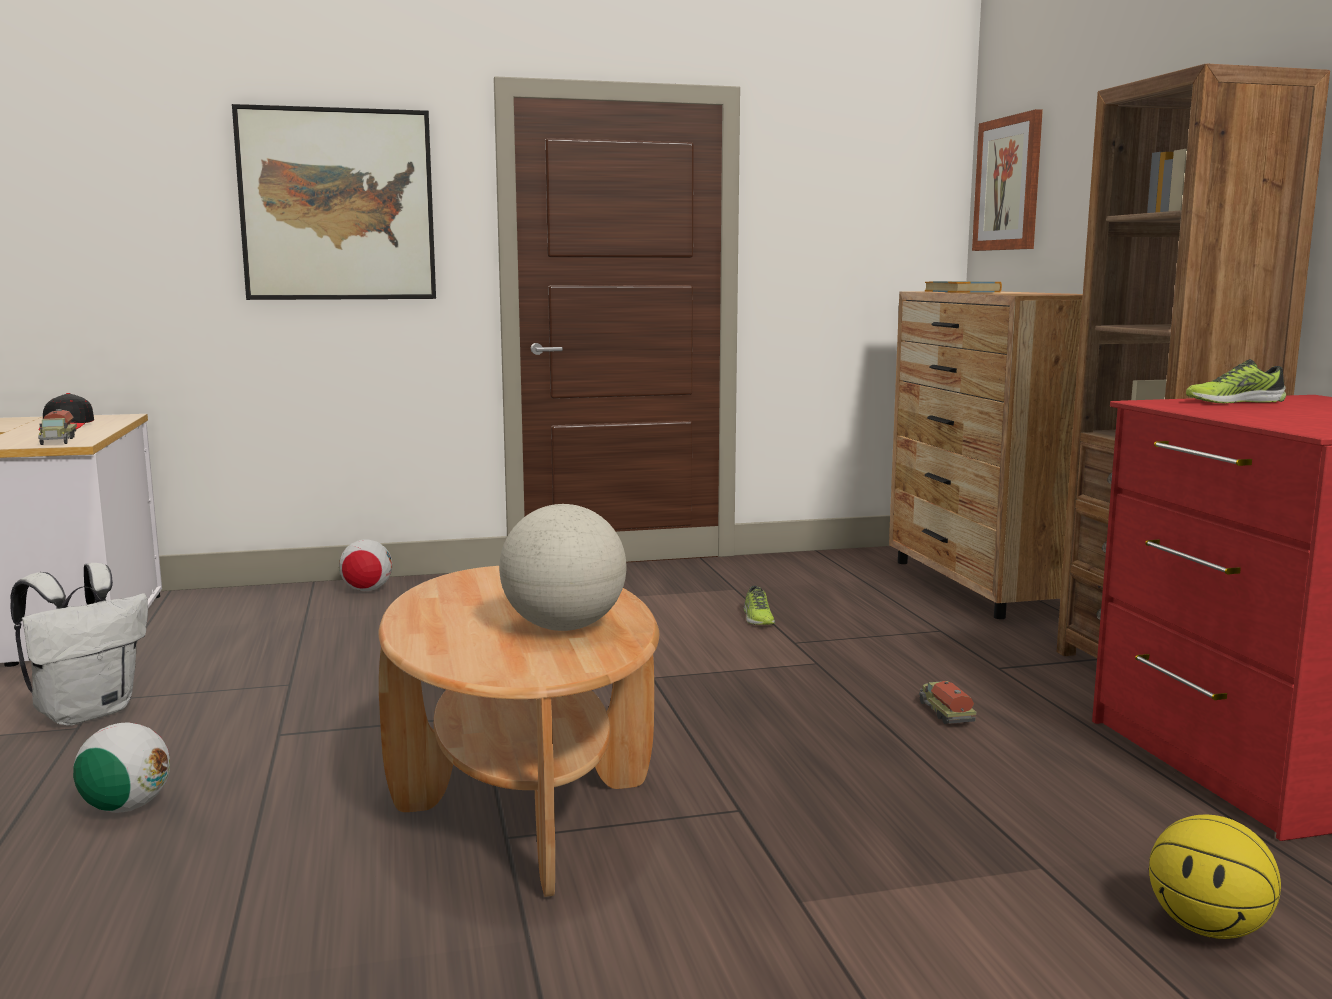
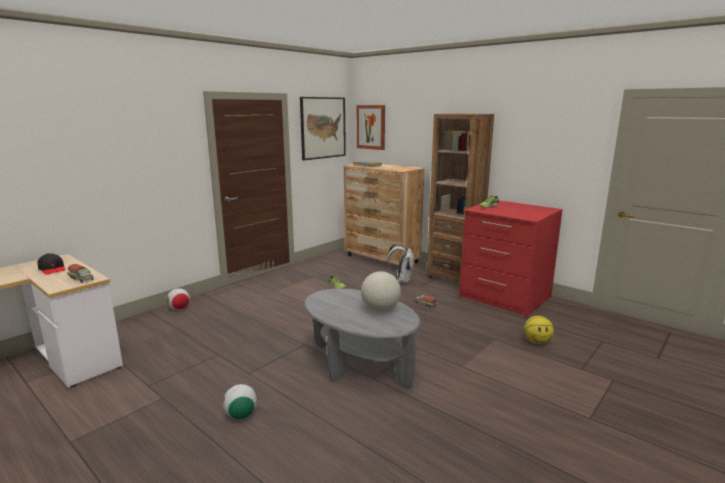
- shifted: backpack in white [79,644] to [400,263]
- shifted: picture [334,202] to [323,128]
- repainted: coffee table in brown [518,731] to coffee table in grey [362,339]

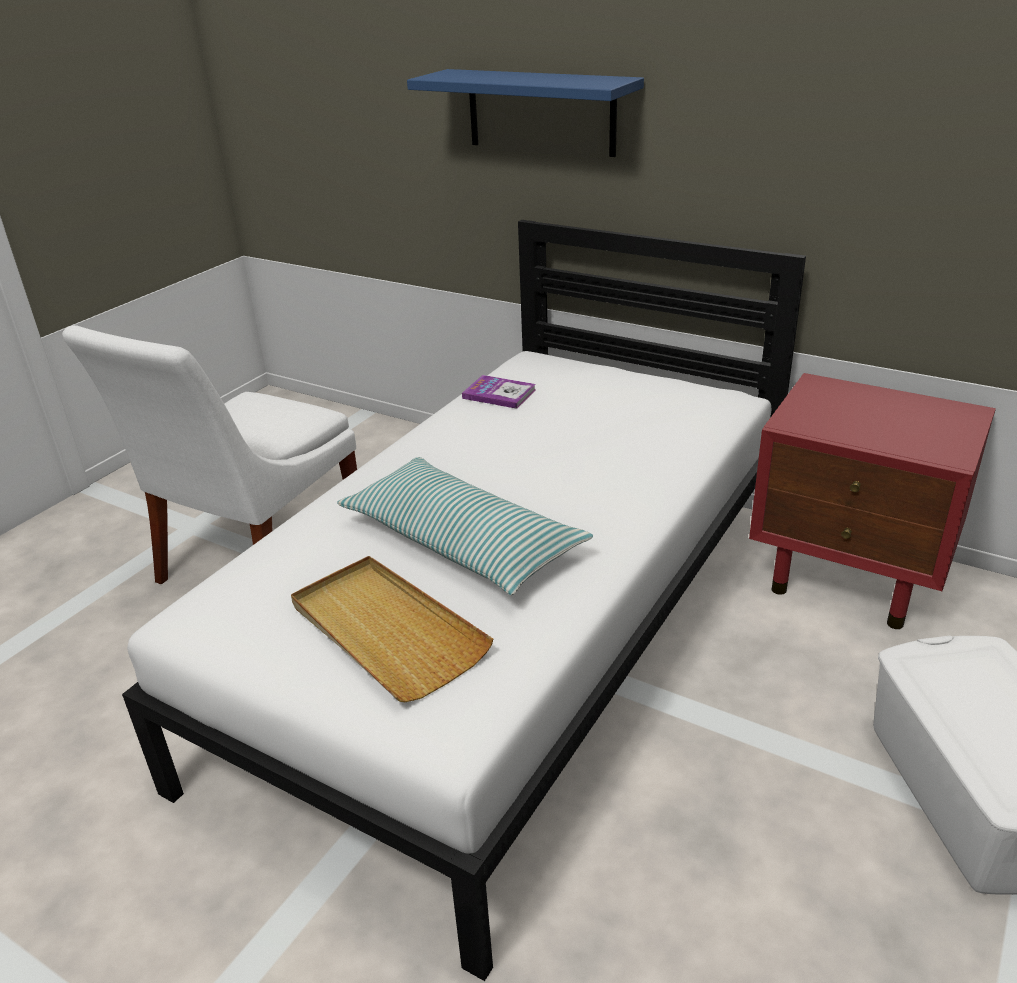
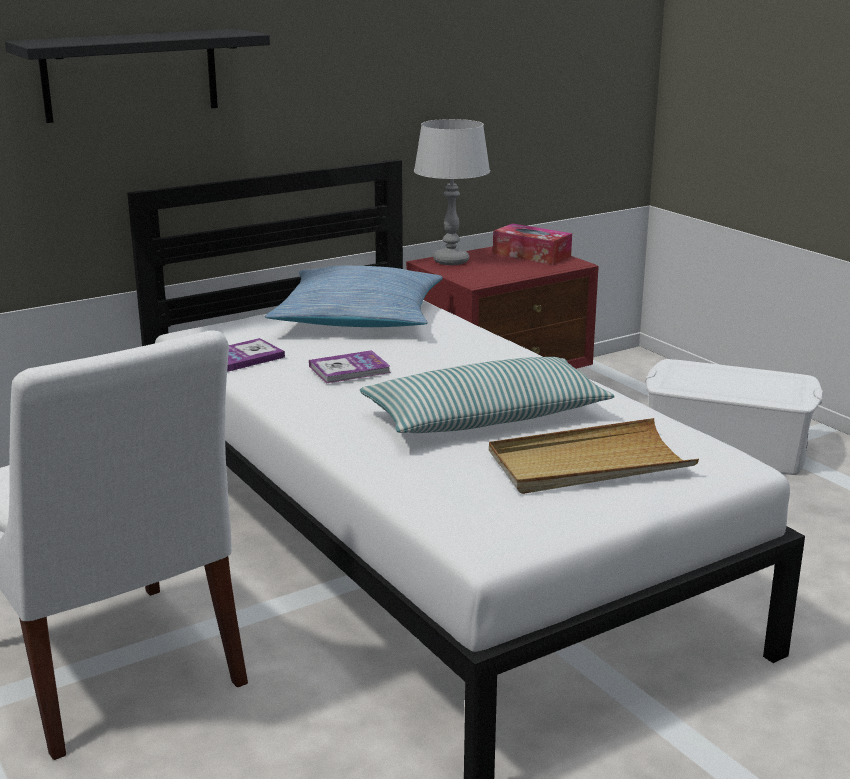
- new: pillow [354,296]
- new: book [349,367]
- new: table lamp in grey [452,192]
- new: tissue box [532,244]
- repainted: shelf in blue [525,113] to shelf in black [137,76]

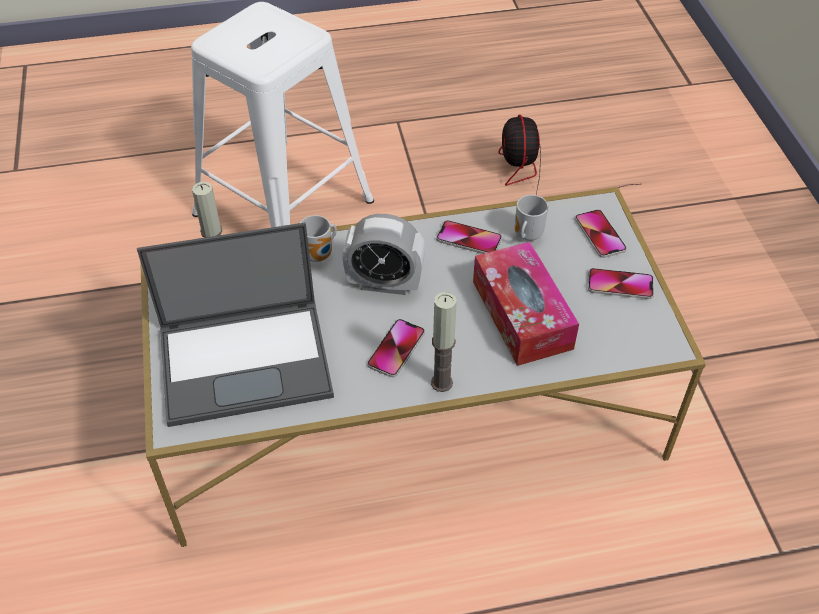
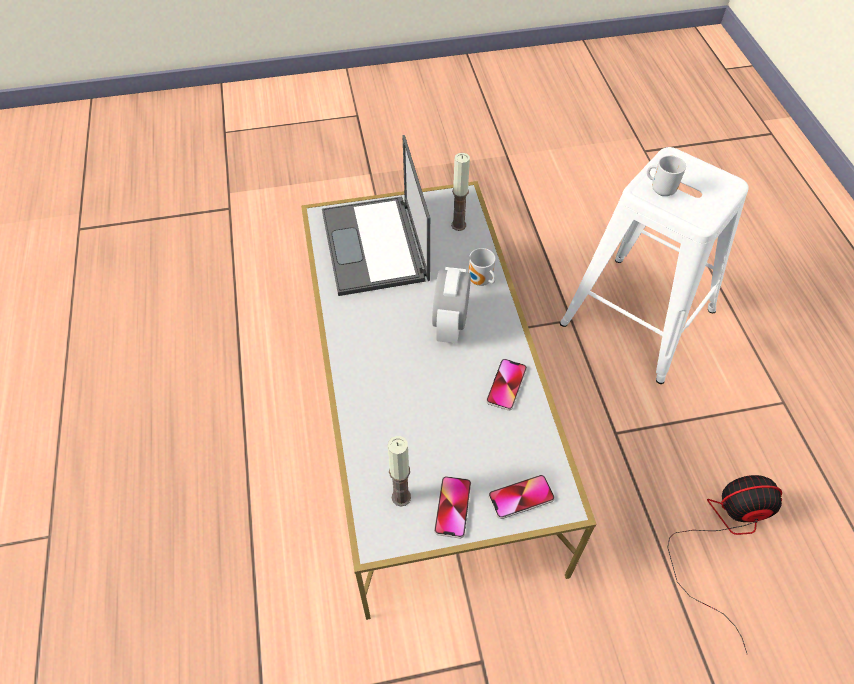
- gone: phone [396,348]
- gone: tissue box [526,304]
- shifted: candle [444,342] to [399,471]
- shifted: mug [531,218] to [666,175]

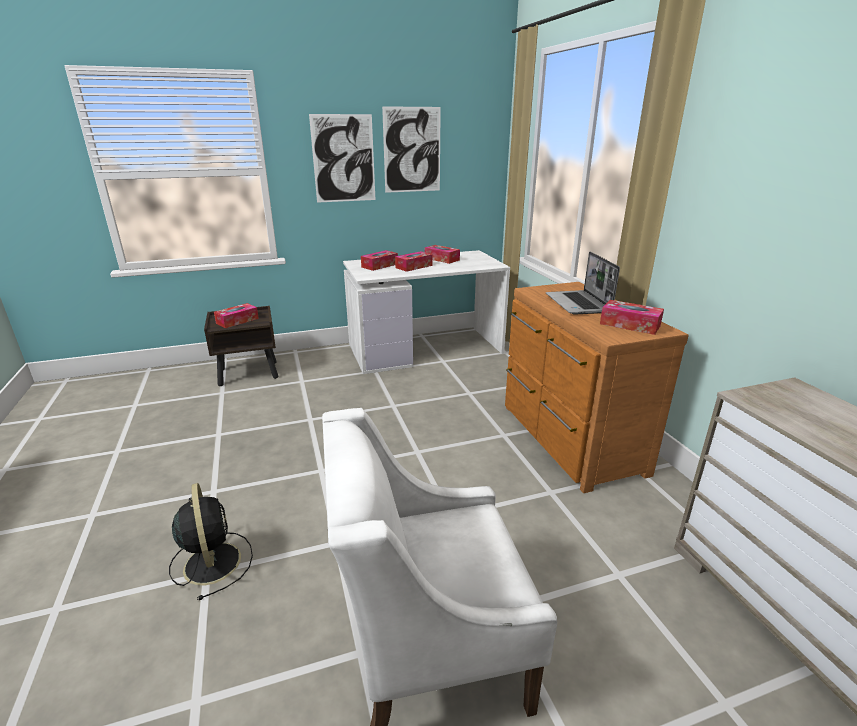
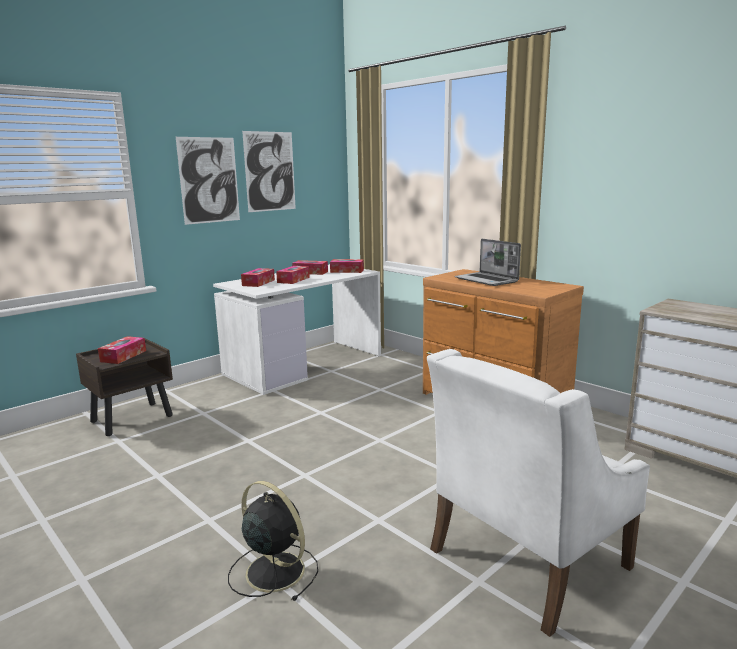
- shifted: tissue box [632,317] to [347,266]

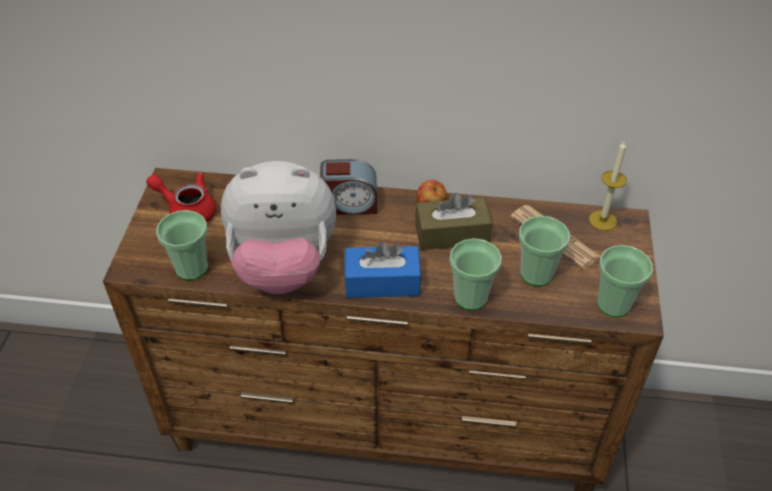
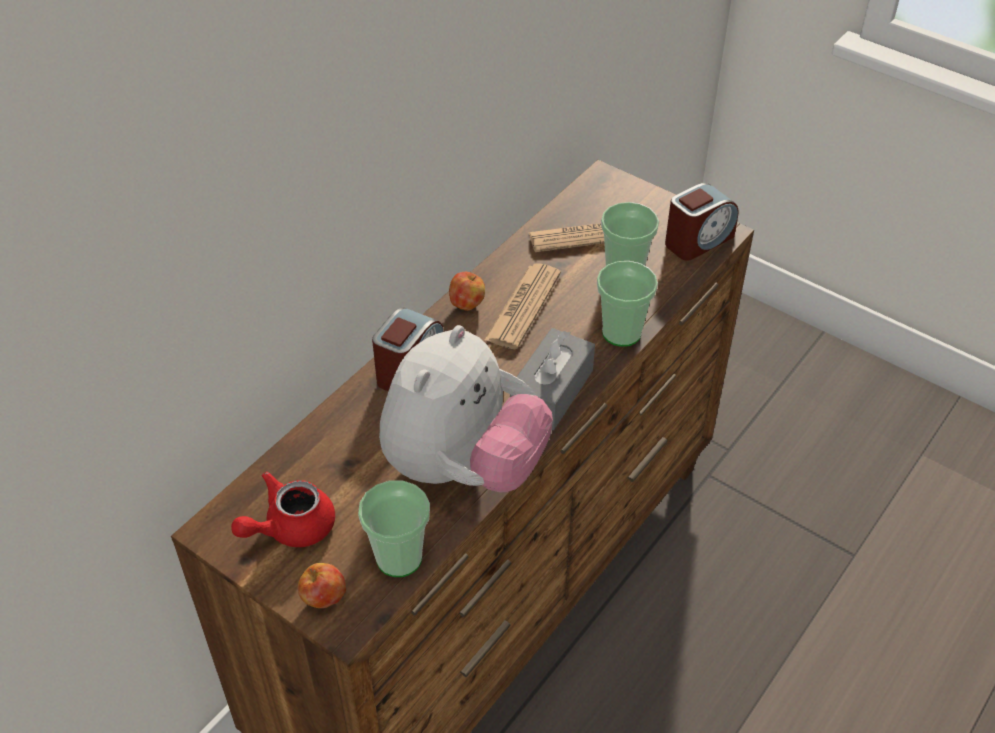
- gone: candle [608,185]
- new: apple [322,585]
- swapped: tissue box in brown [453,221] to newspaper [523,306]
- swapped: cup [625,281] to alarm clock [702,221]
- repainted: tissue box in blue [382,270] to tissue box in grey [552,379]

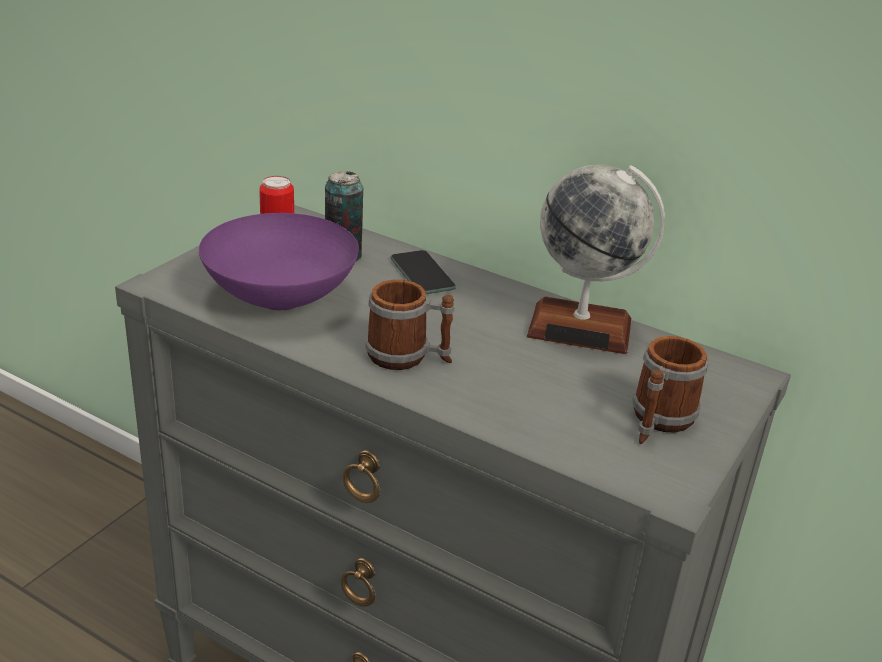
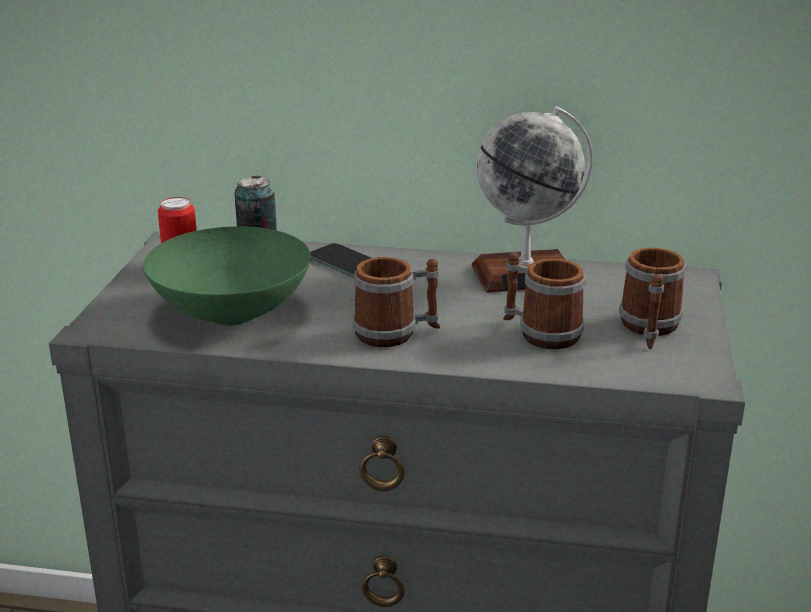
- new: mug [544,300]
- repainted: bowl in purple [279,261] to bowl in green [227,275]

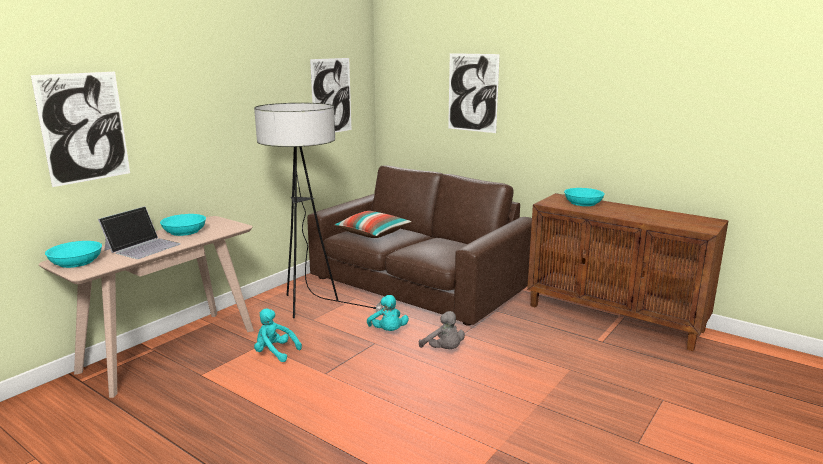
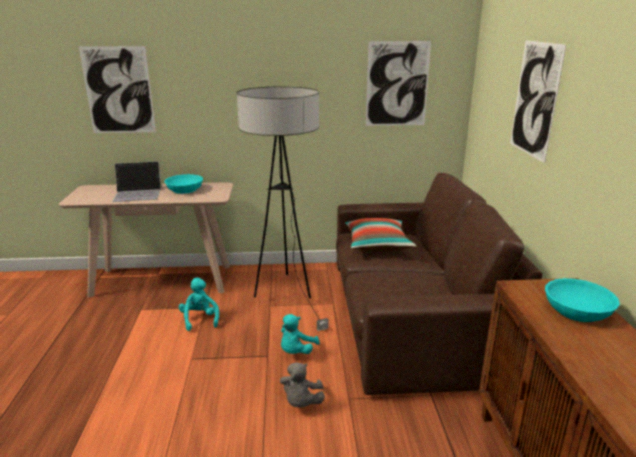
- gone: bowl in turquoise [73,254]

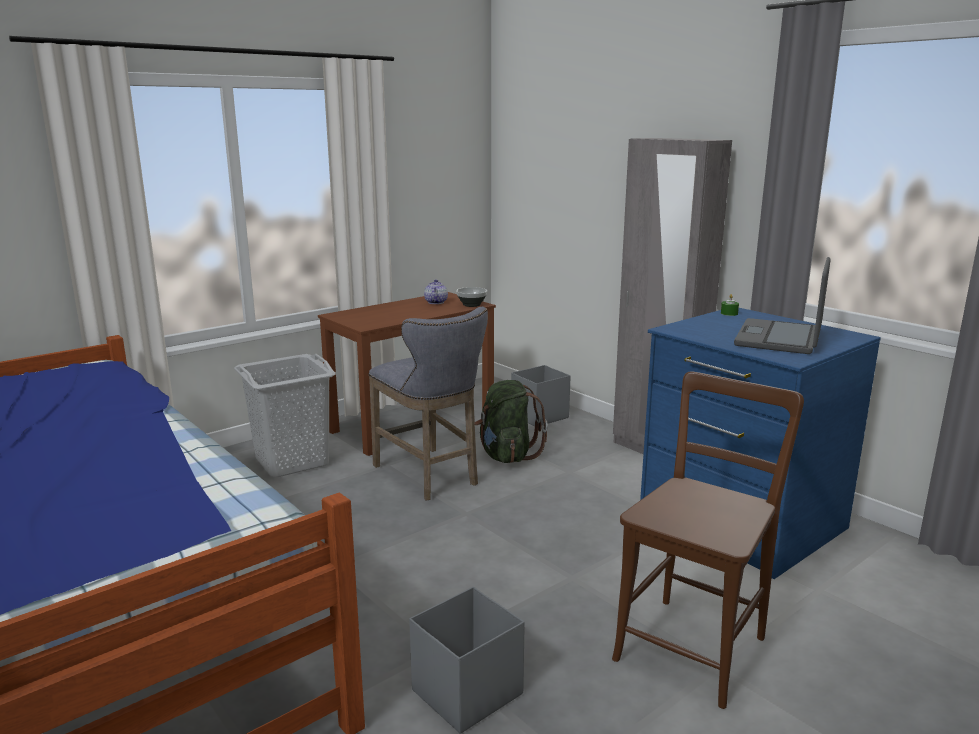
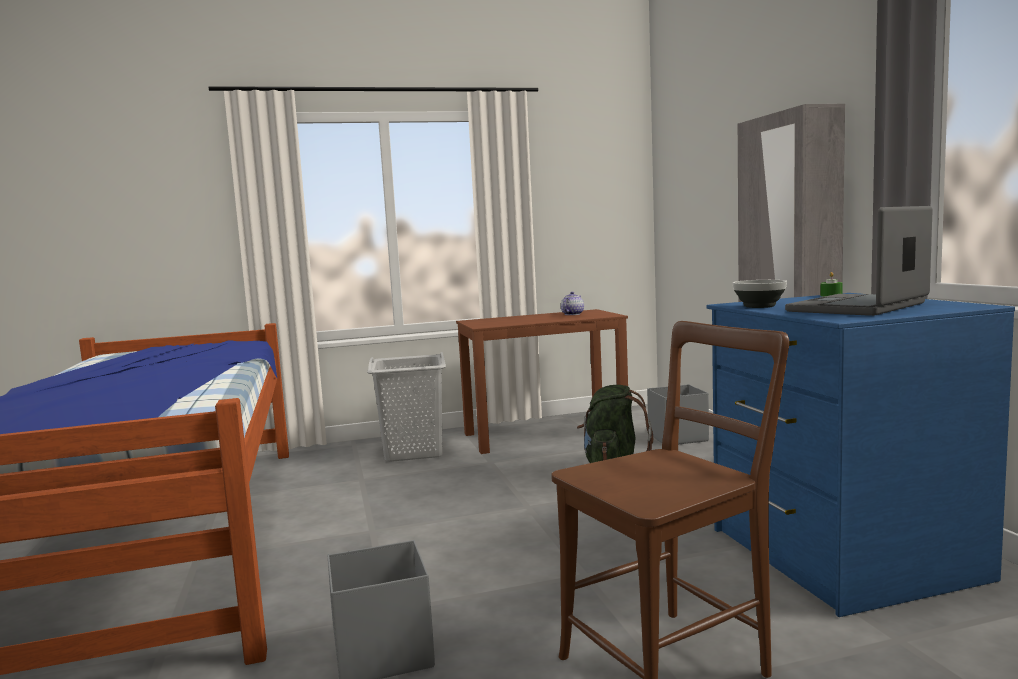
- gone: stool in grey [428,403]
- shifted: bowl [471,297] to [760,294]

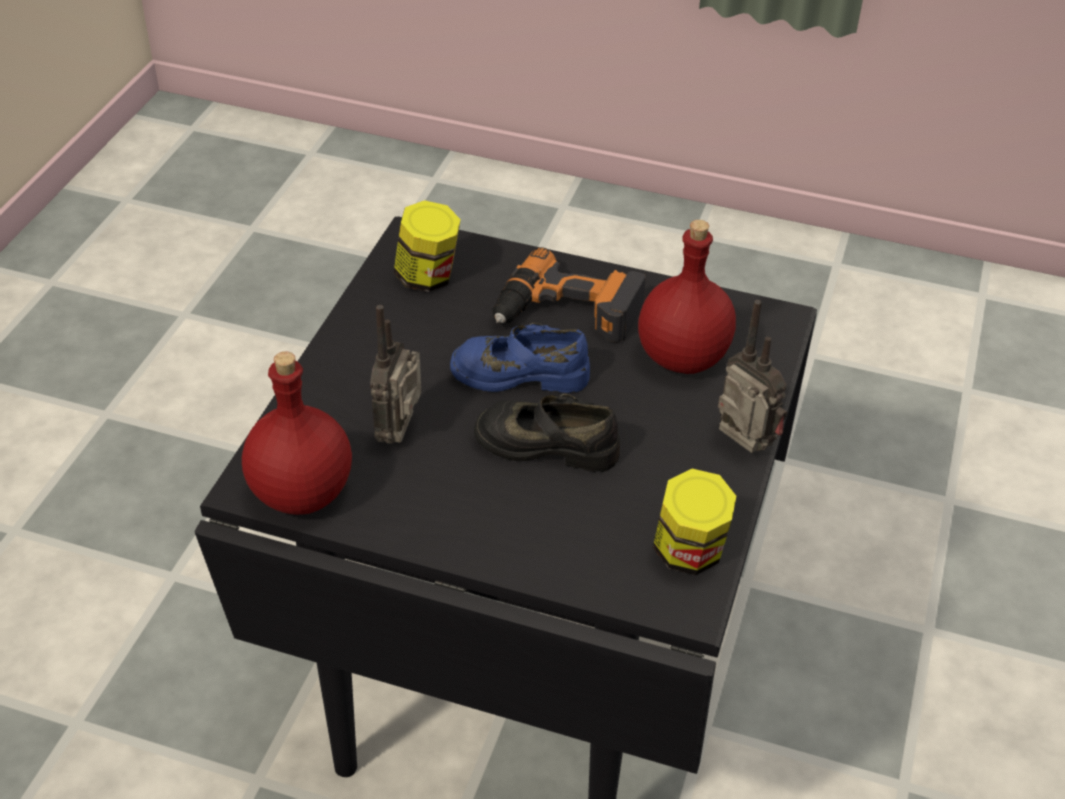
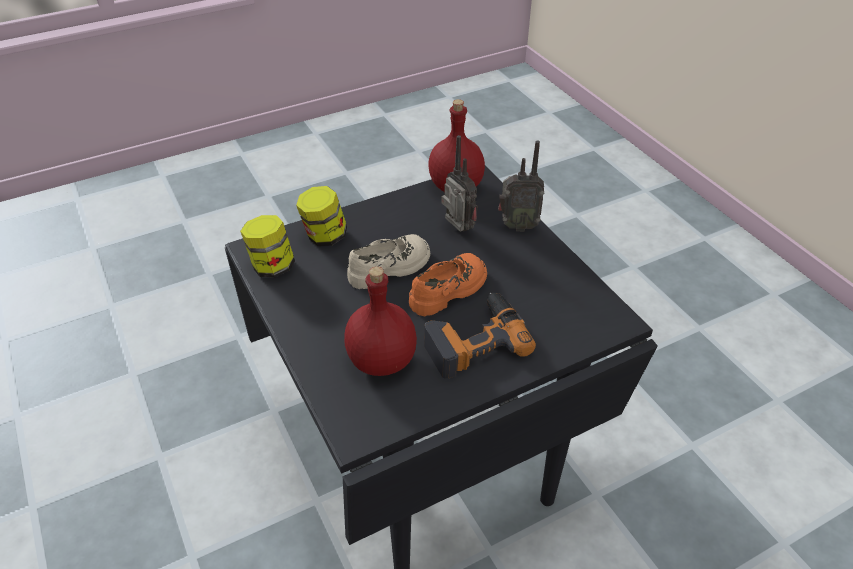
- shifted: jar [427,246] to [321,216]
- shifted: radio [753,376] to [521,186]
- repainted: shoe in blue [520,358] to shoe in orange [448,284]
- repainted: shoe in black [547,433] to shoe in beige [388,261]

